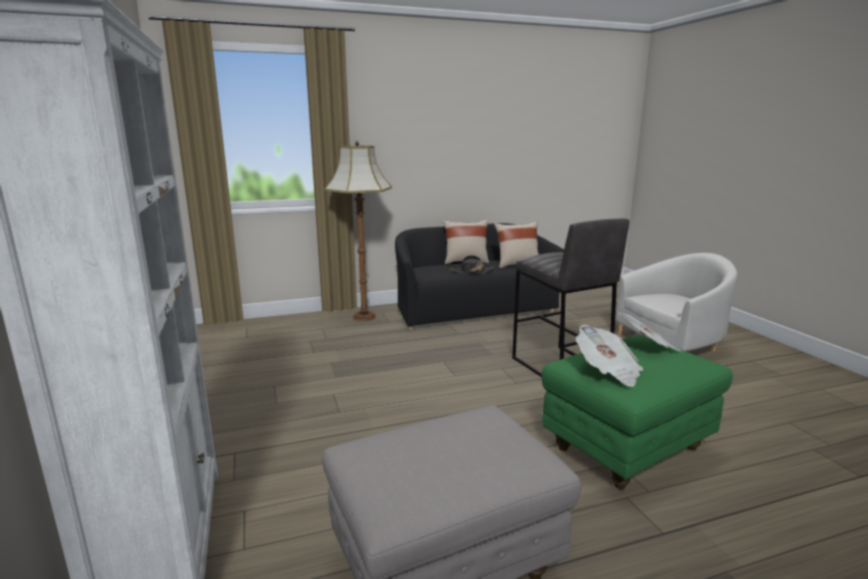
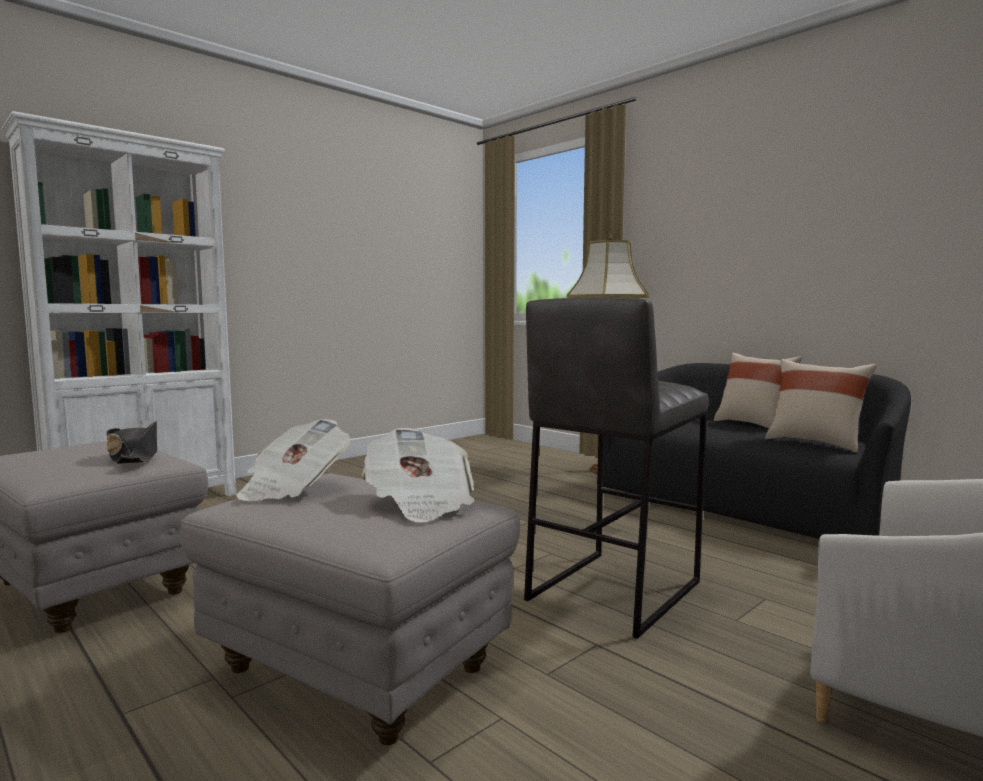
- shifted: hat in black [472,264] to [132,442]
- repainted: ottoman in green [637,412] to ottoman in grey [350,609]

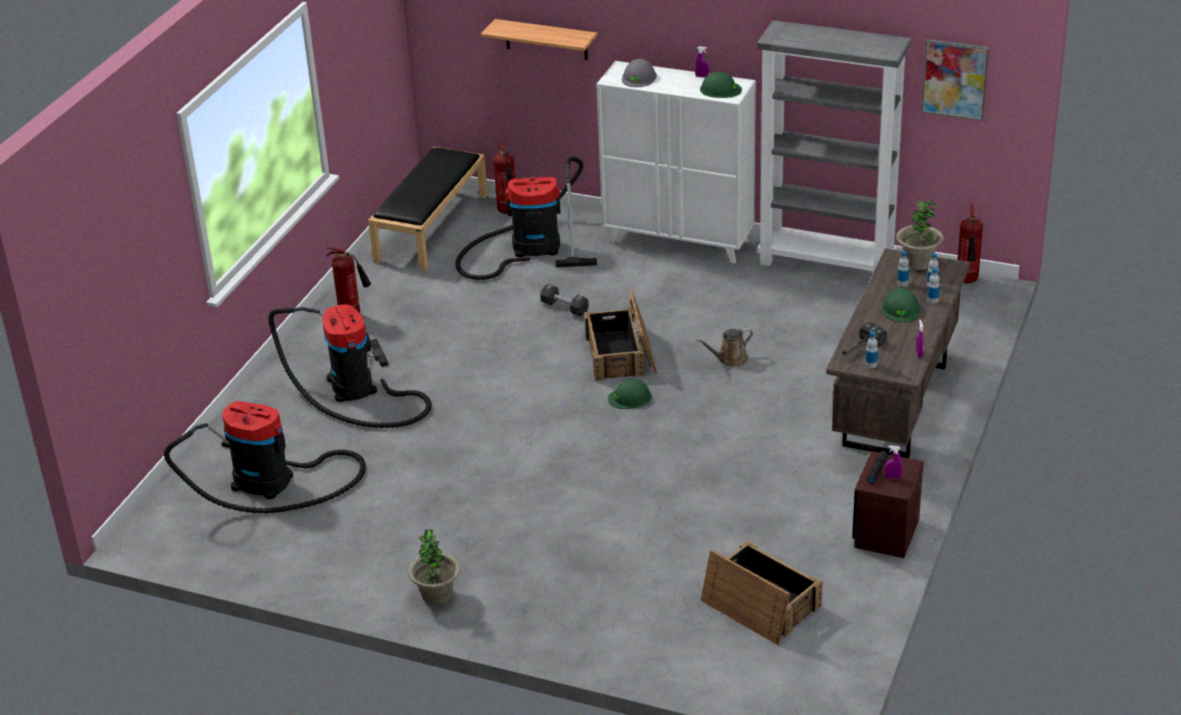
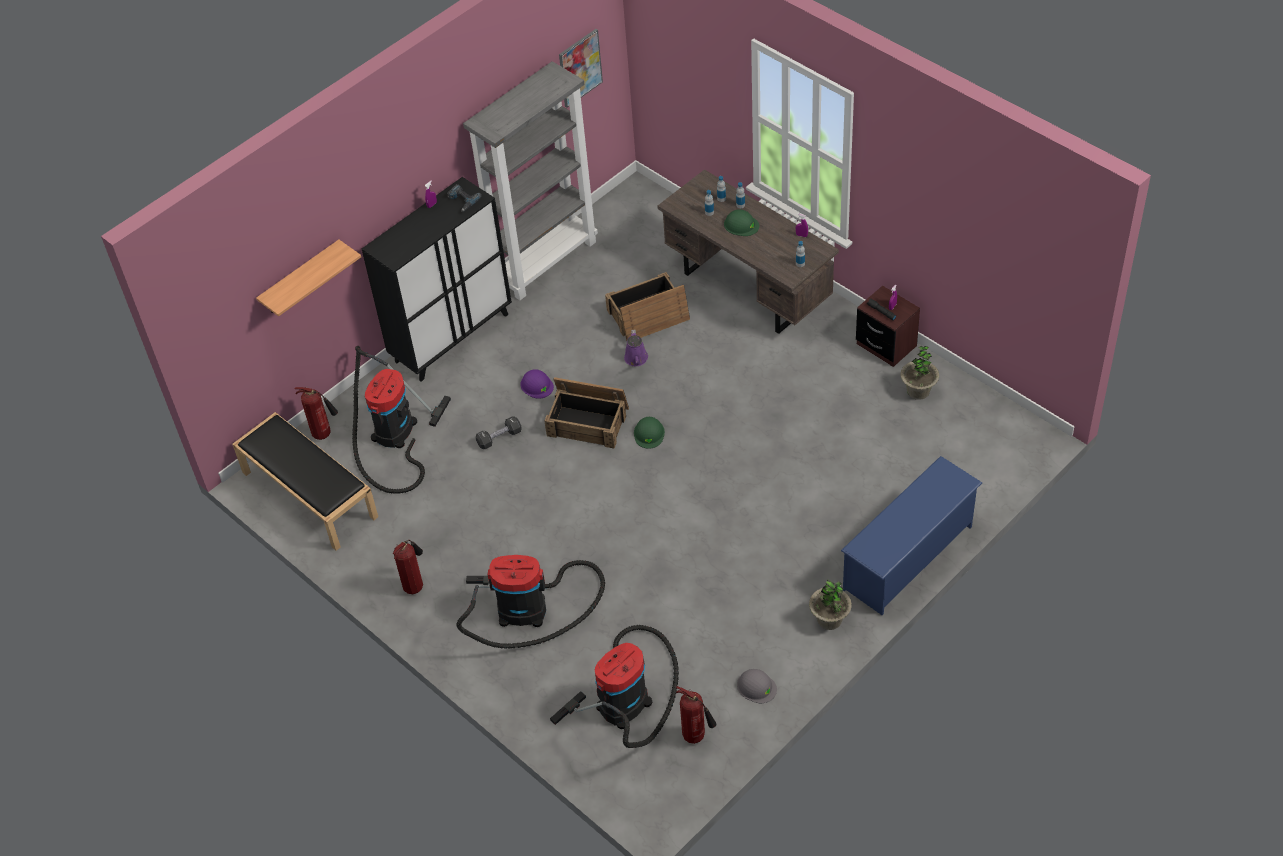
- gone: hammer [864,338]
- new: hard hat in purple [537,384]
- new: shoe rack in blue [911,535]
- shifted: hard hat in grey [639,73] to [757,686]
- shifted: crate [762,592] to [647,306]
- shifted: potted plant [919,235] to [919,373]
- shifted: fire extinguisher [970,244] to [696,715]
- swapped: hard hat in green [721,85] to power drill [464,198]
- repainted: cabinet in white [676,162] to cabinet in black [437,279]
- repainted: watering can in brown [725,347] to watering can in purple [636,348]

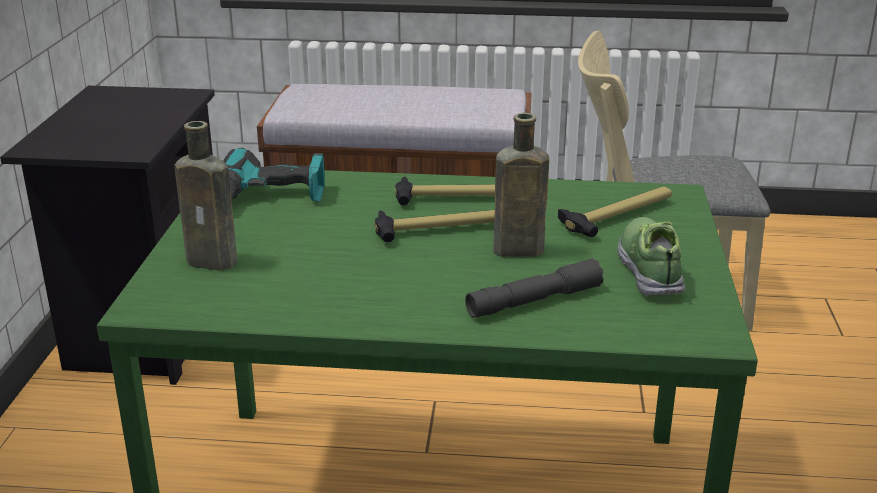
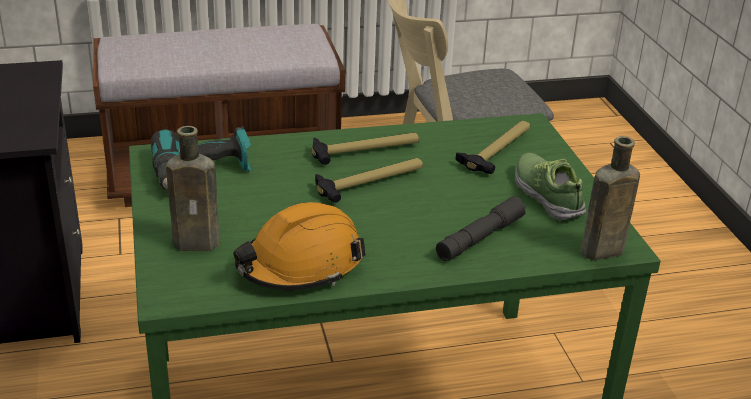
- new: hard hat in orange [299,246]
- shifted: bottle in brown [521,185] to [610,198]

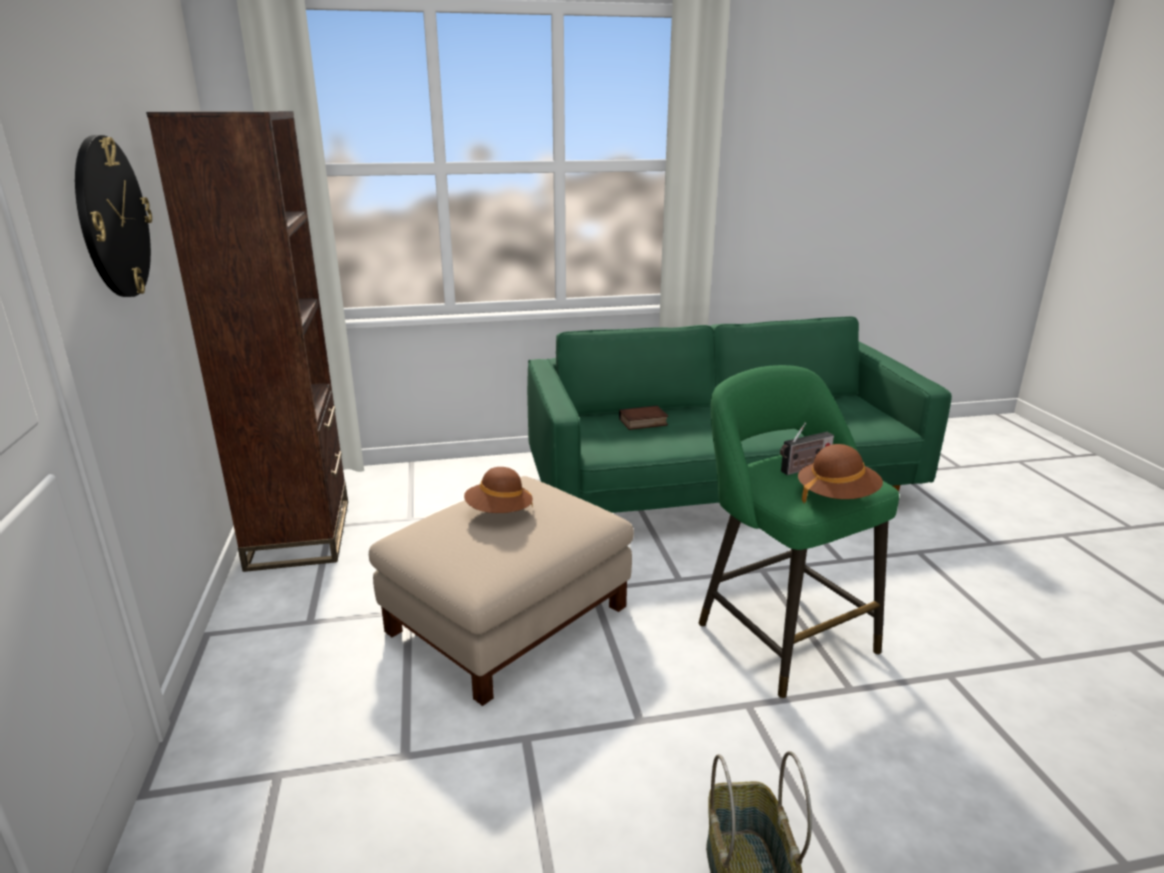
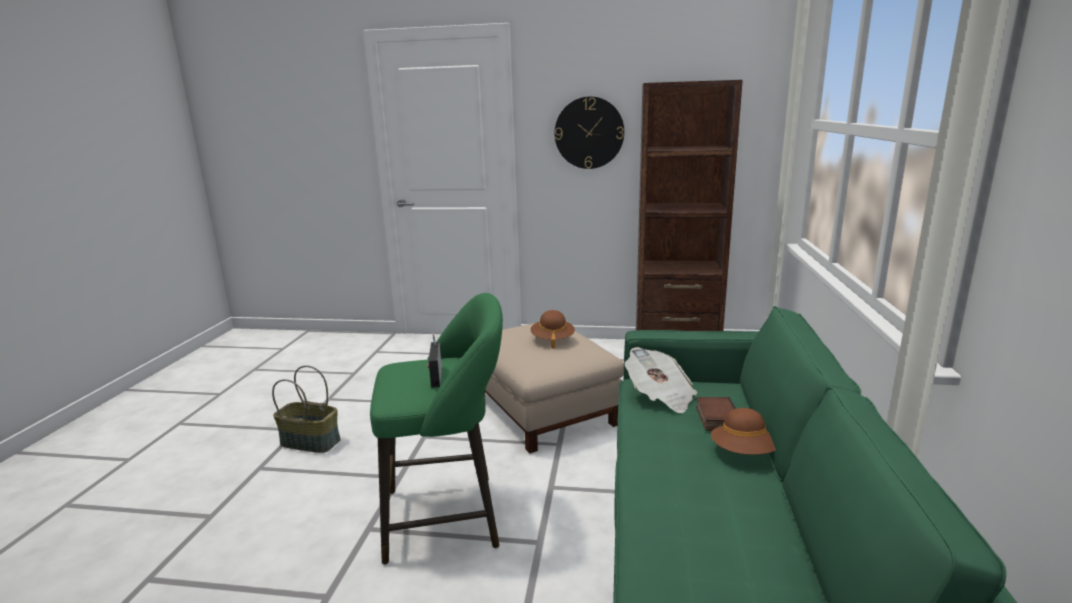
- new: newspaper [661,380]
- shifted: hat in brown [840,473] to [743,431]

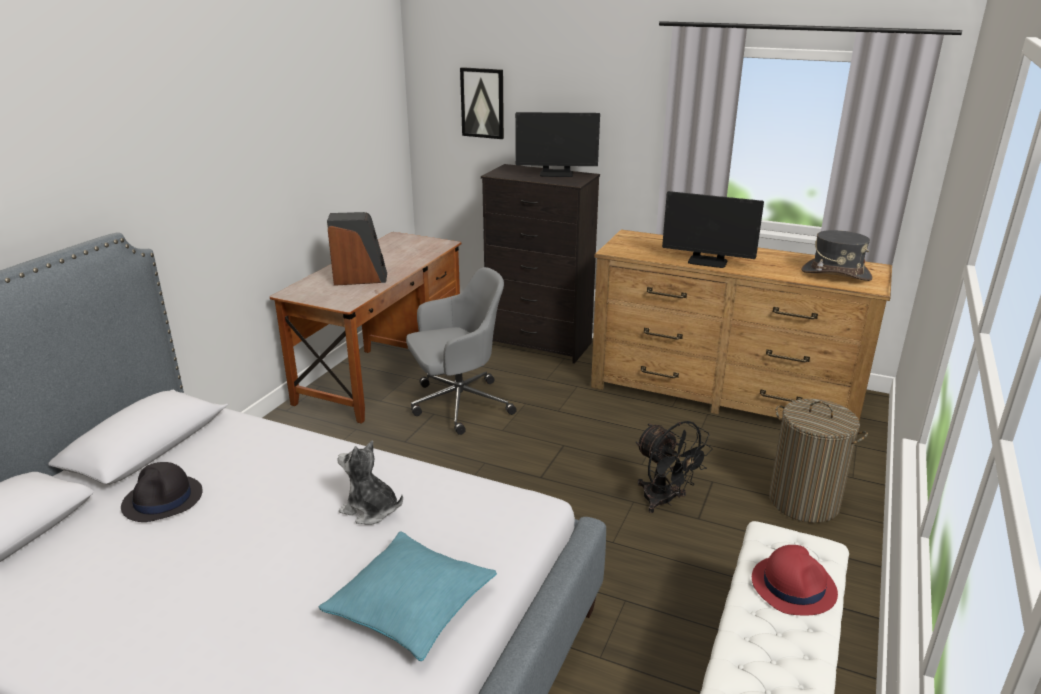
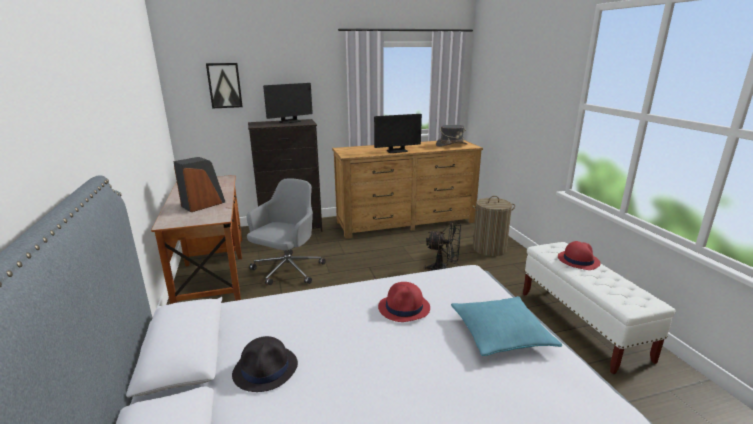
- swapped: plush toy [370,482] to hat in red [404,302]

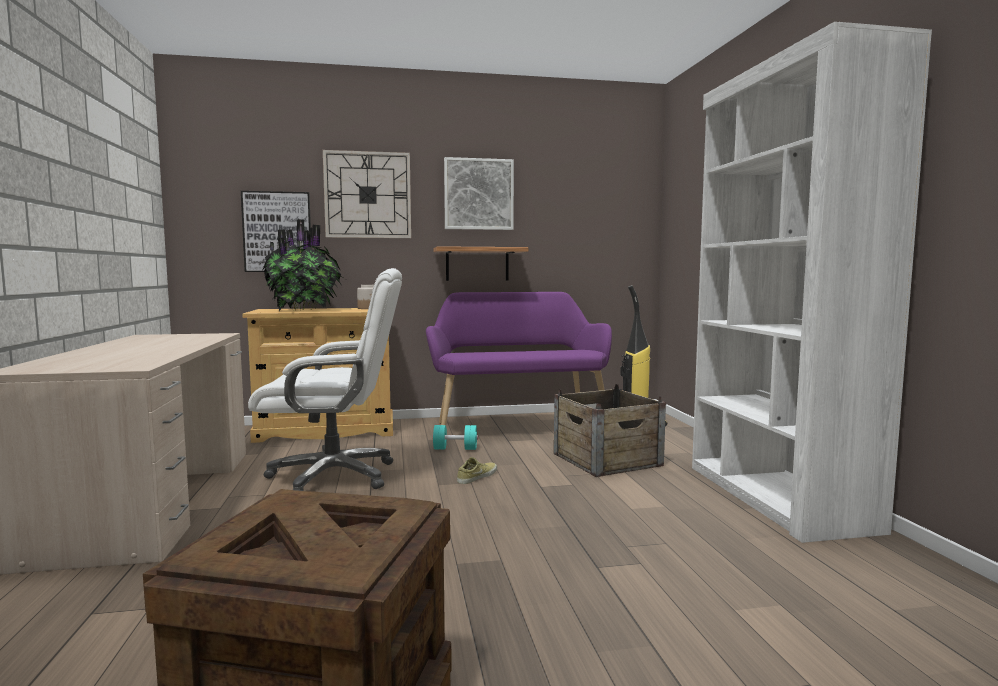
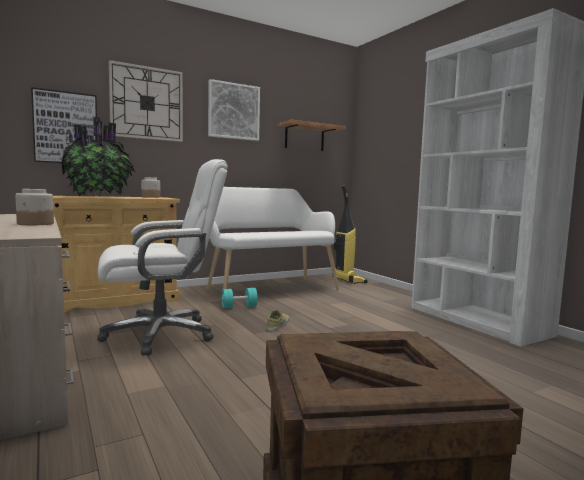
- gone: crate [610,430]
- new: jar [34,207]
- shifted: shelf [481,263] to [312,135]
- repainted: bench in purple [519,358] to bench in white [273,238]

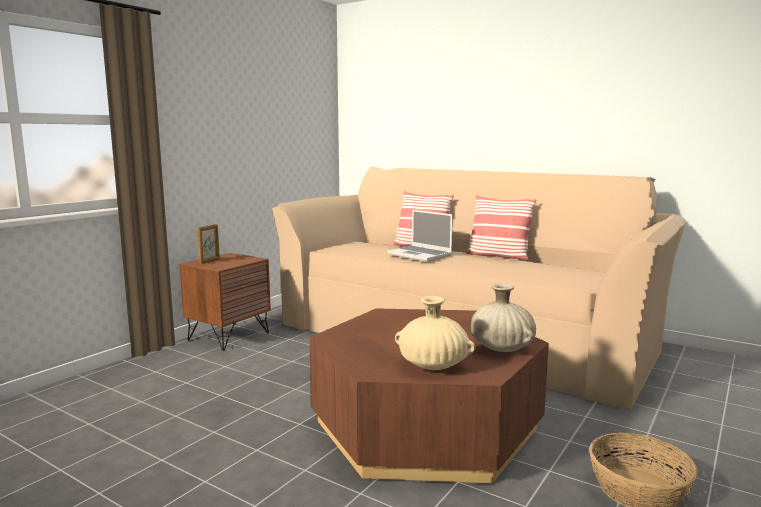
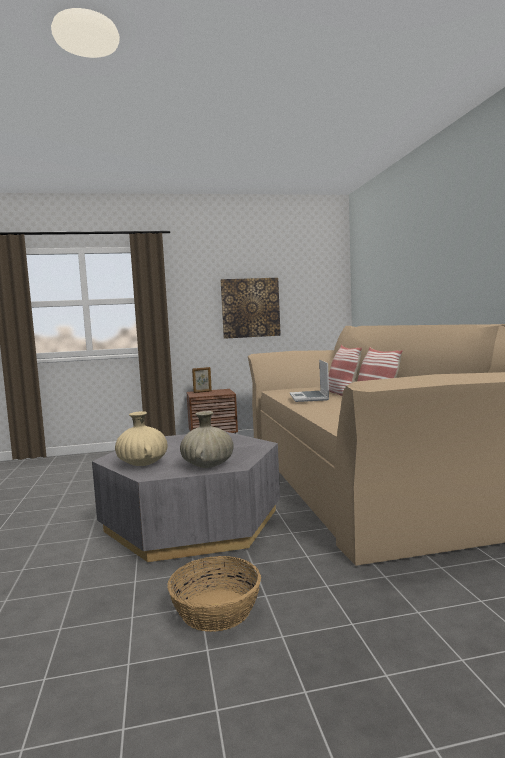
- new: picture [251,308]
- repainted: coffee table in brown [429,396] to coffee table in grey [186,496]

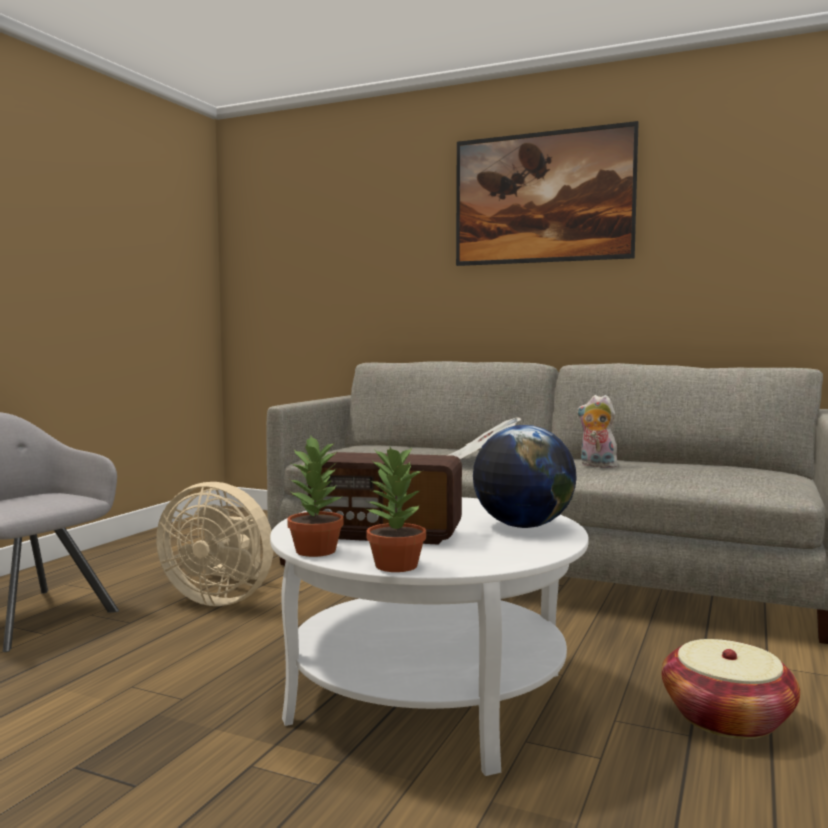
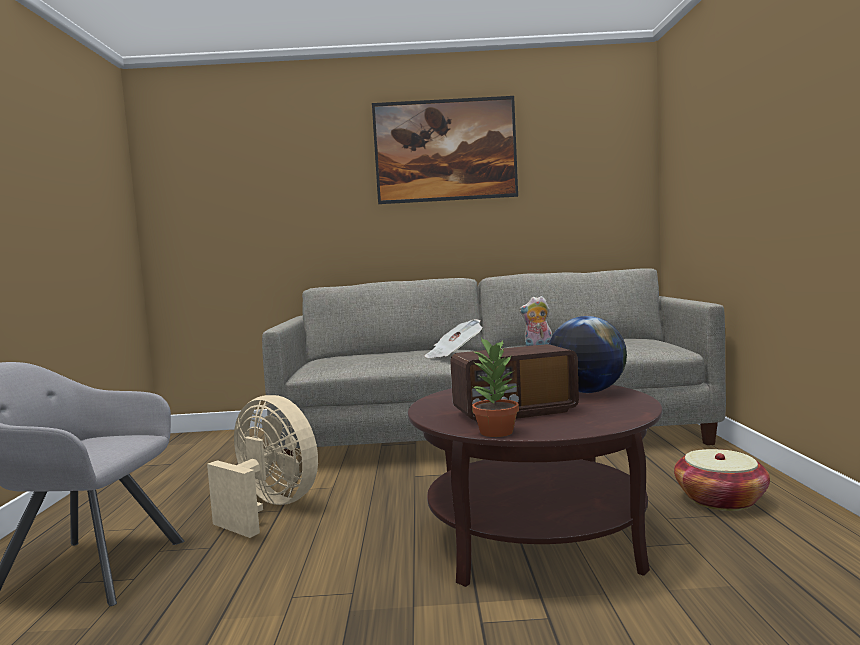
- gone: potted plant [396,509]
- repainted: coffee table in white [429,636] to coffee table in brown [535,486]
- rotated: fan in beige [214,544] = [262,466] 135 degrees counterclockwise

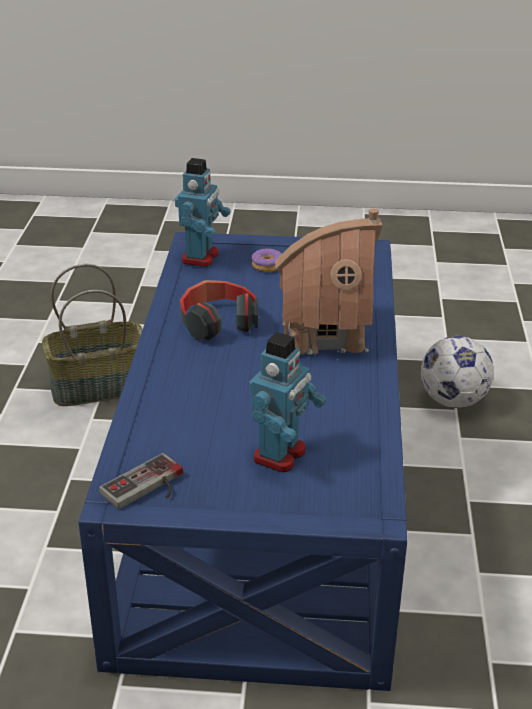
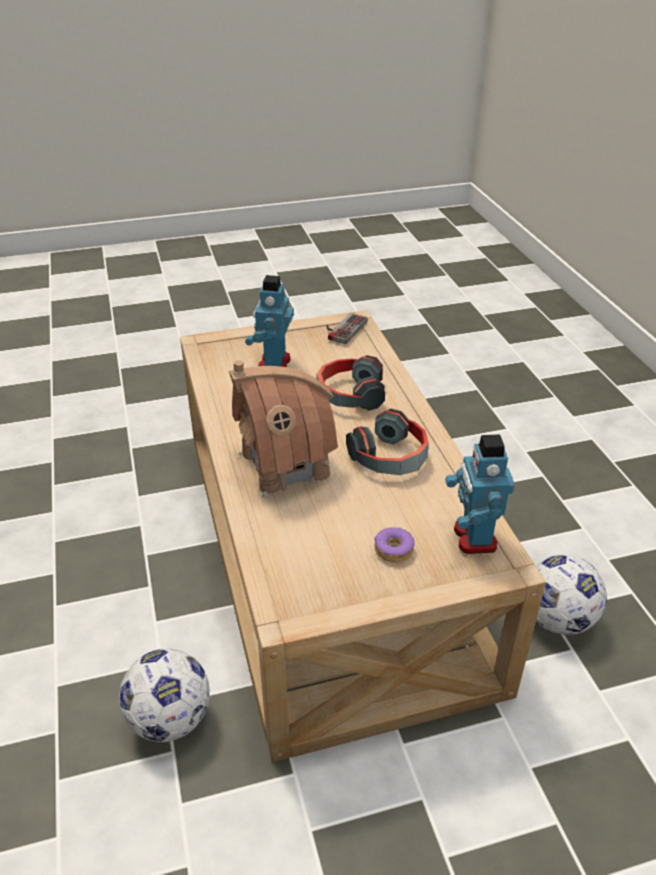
- new: headphones [350,383]
- swapped: basket [92,335] to football [571,595]
- repainted: coffee table in blue [243,461] to coffee table in beige [363,536]

